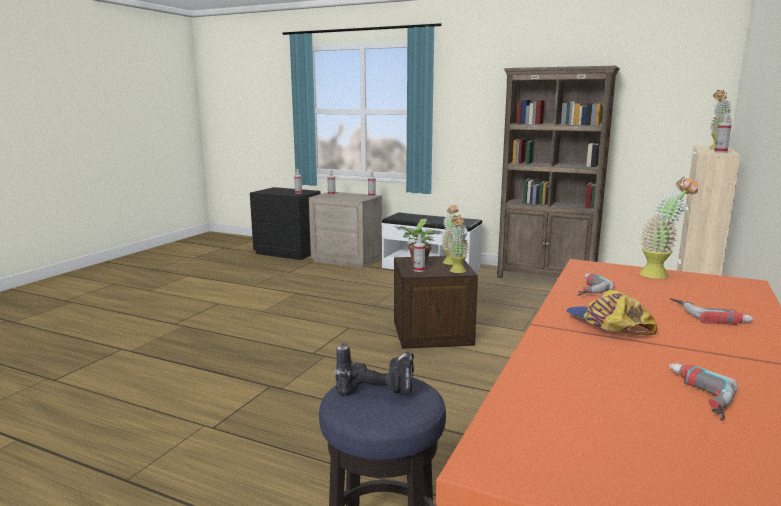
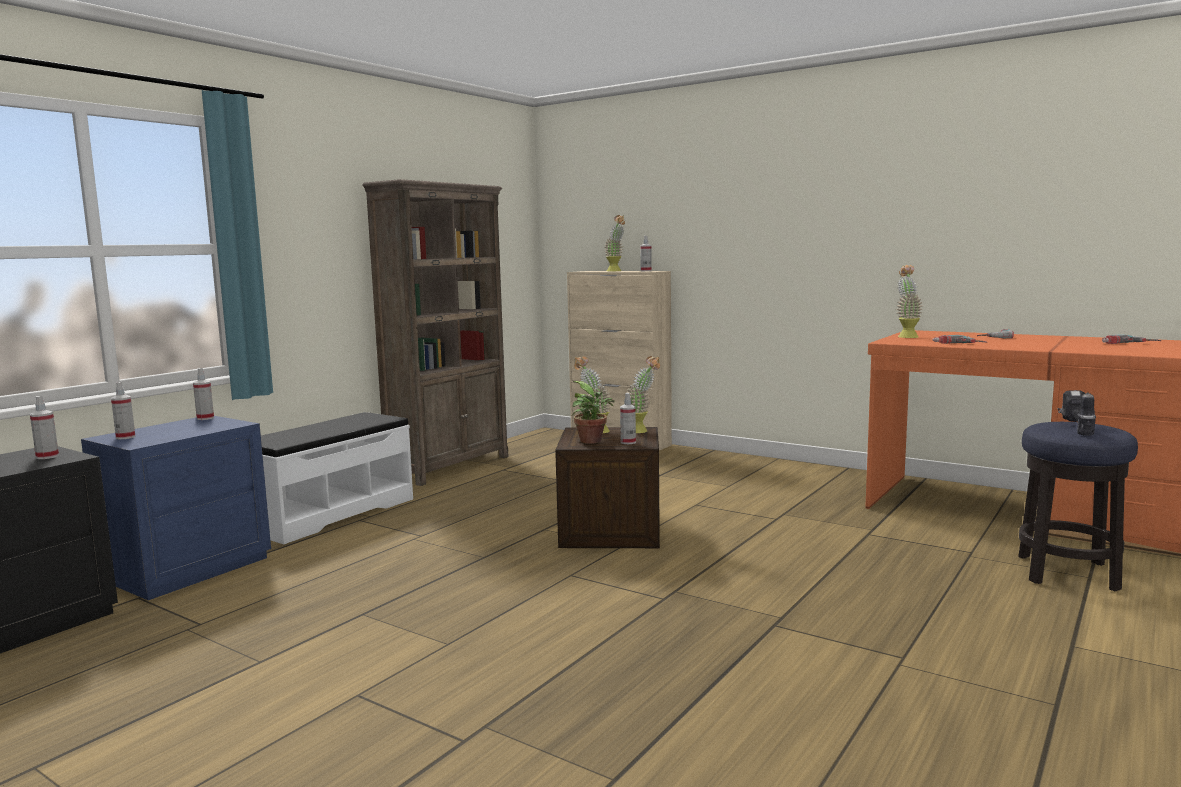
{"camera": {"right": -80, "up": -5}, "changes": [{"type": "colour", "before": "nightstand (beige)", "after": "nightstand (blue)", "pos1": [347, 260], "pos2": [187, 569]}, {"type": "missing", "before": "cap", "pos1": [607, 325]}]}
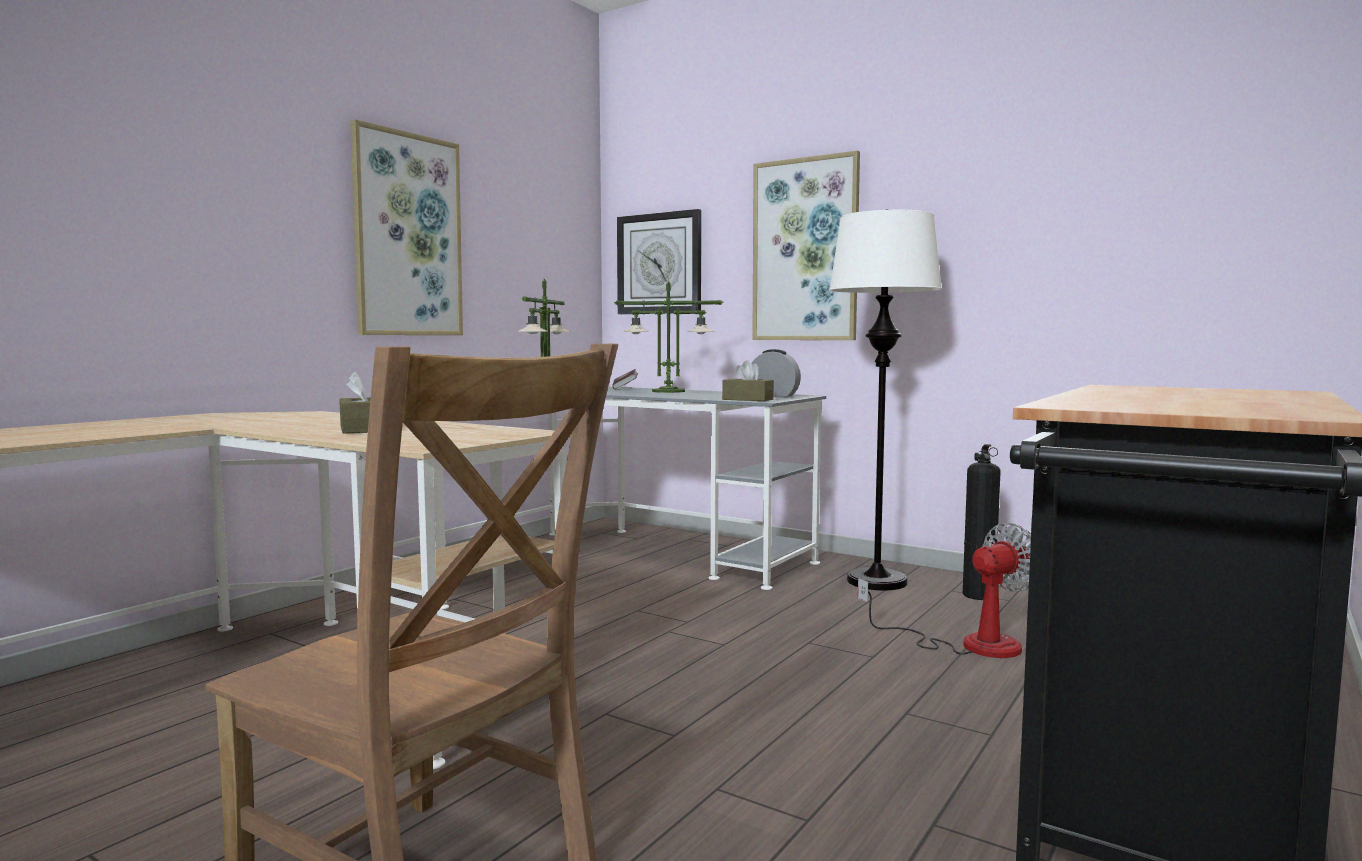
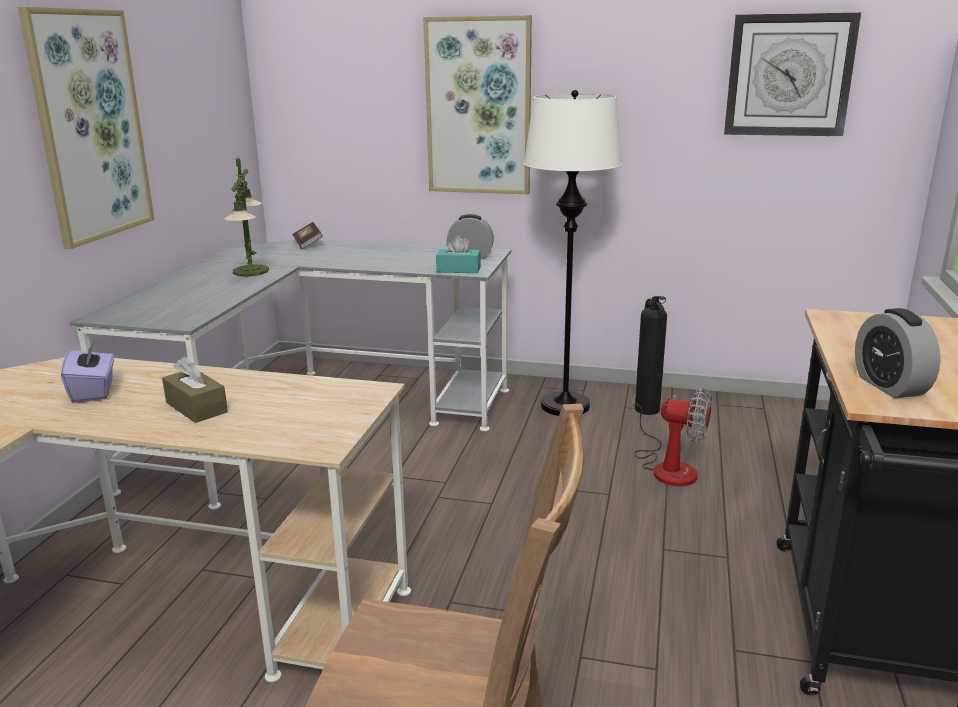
{"camera": {"right": -20, "up": 15}, "changes": [{"type": "relocated", "before": "wall clock", "pos1": [659, 264], "pos2": [789, 75]}, {"type": "missing", "before": "table lamp", "pos1": [667, 391]}, {"type": "colour", "before": "tissue box (brown)", "after": "tissue box (turquoise)", "pos1": [747, 399], "pos2": [458, 270]}, {"type": "spun", "before": "fan", "pos1": [969, 644], "pos2": [667, 467], "turn": 75}, {"type": "appeared", "after": "alarm clock", "pos2": [889, 386]}, {"type": "appeared", "after": "tissue box (purple)", "pos2": [94, 391]}]}
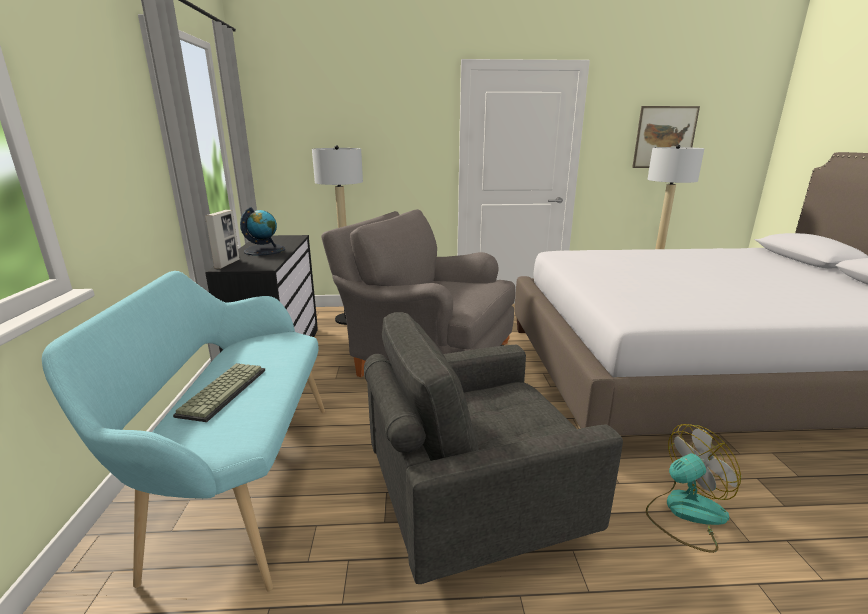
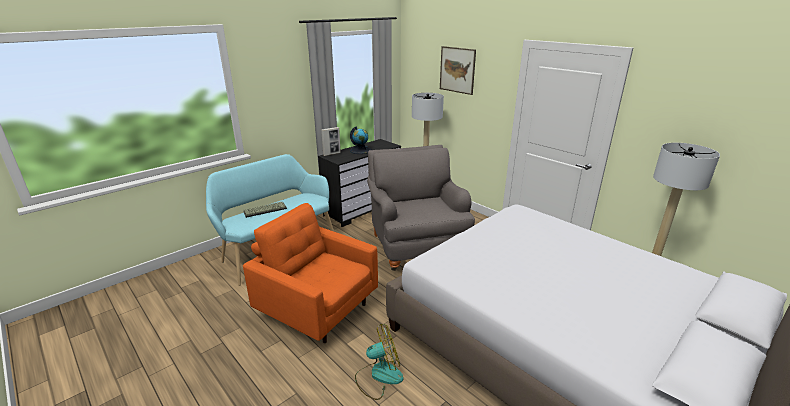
{"camera": {"right": 50, "up": 5}, "changes": [{"type": "relocated", "before": "picture", "pos1": [665, 137], "pos2": [457, 70]}, {"type": "colour", "before": "armchair (grey)", "after": "armchair (orange)", "pos1": [472, 506], "pos2": [317, 308]}, {"type": "spun", "before": "fan", "pos1": [685, 513], "pos2": [379, 376], "turn": -45}]}
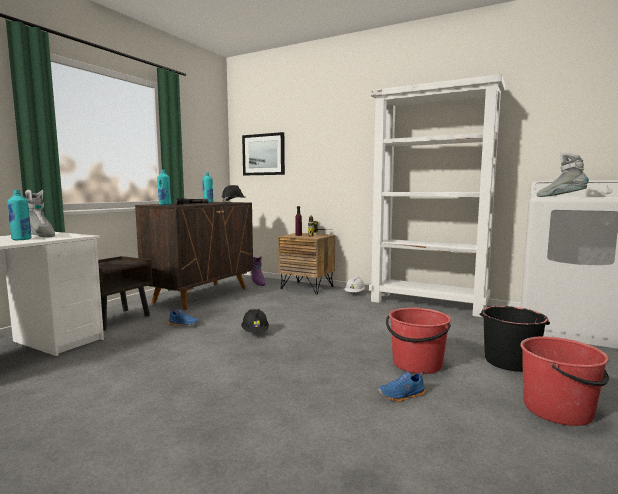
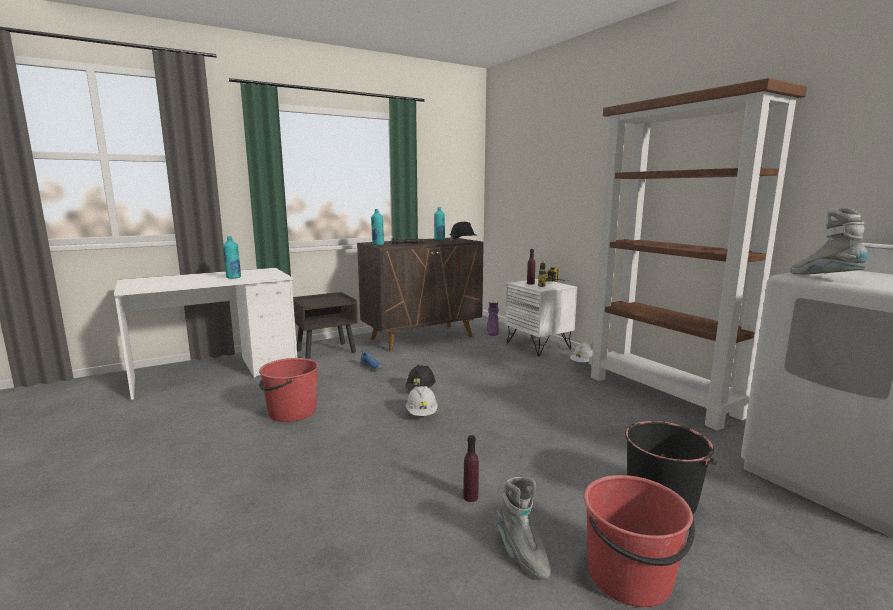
{"camera": {"right": 30, "up": 5}, "changes": [{"type": "colour", "before": "bookcase (white)", "after": "bookcase (brown)", "pos1": [428, 304], "pos2": [663, 396]}, {"type": "missing", "before": "picture", "pos1": [263, 154]}, {"type": "relocated", "before": "boot (grey)", "pos1": [39, 236], "pos2": [521, 554]}, {"type": "colour", "before": "nightstand (brown)", "after": "nightstand (white)", "pos1": [307, 288], "pos2": [538, 346]}, {"type": "relocated", "before": "bucket (red)", "pos1": [417, 364], "pos2": [291, 412]}, {"type": "exchanged", "before": "shoe (blue)", "after": "bottle (purple)", "pos1": [402, 396], "pos2": [470, 497]}, {"type": "appeared", "after": "hard hat (white)", "pos2": [422, 413]}]}
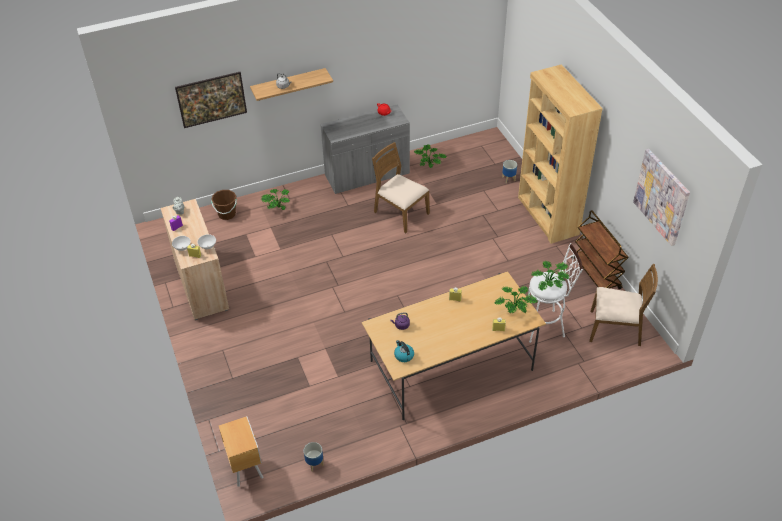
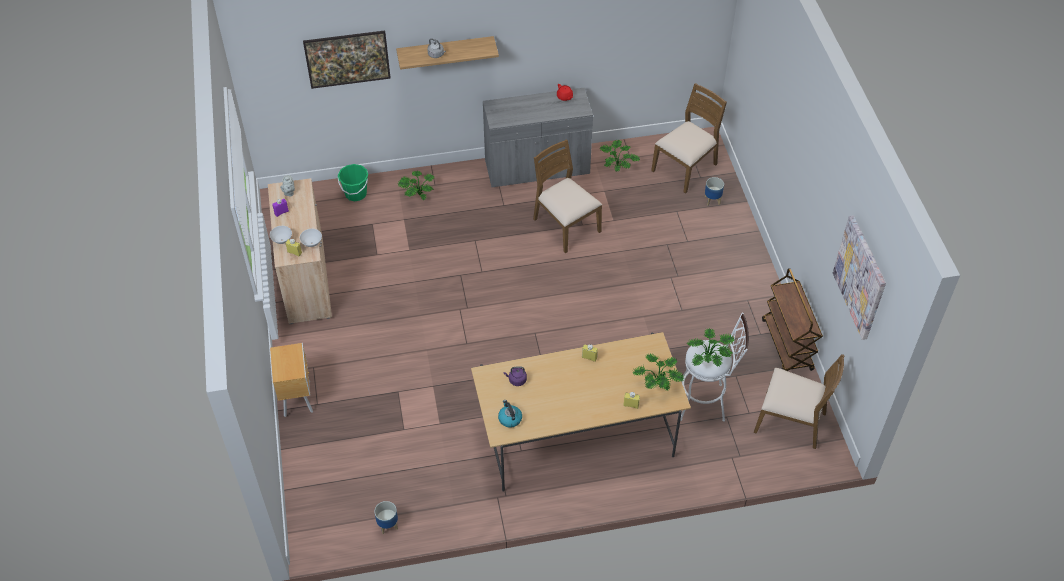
{"camera": {"right": 10, "up": 5}, "changes": [{"type": "missing", "before": "bookcase (brown)", "pos1": [547, 216]}, {"type": "colour", "before": "bucket (brown)", "after": "bucket (green)", "pos1": [227, 214], "pos2": [355, 194]}, {"type": "relocated", "before": "nightstand (brown)", "pos1": [246, 467], "pos2": [297, 398]}, {"type": "appeared", "after": "chair (brown)", "pos2": [685, 168]}]}
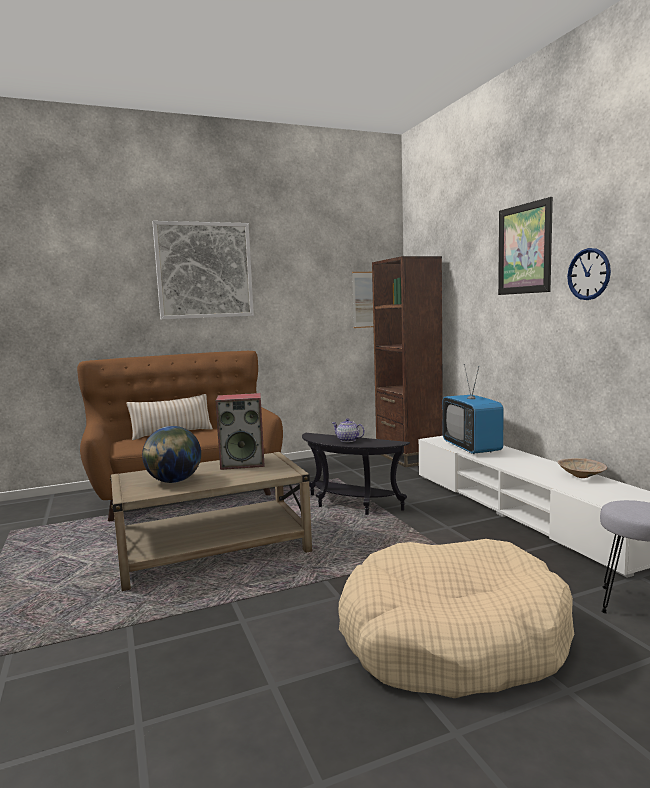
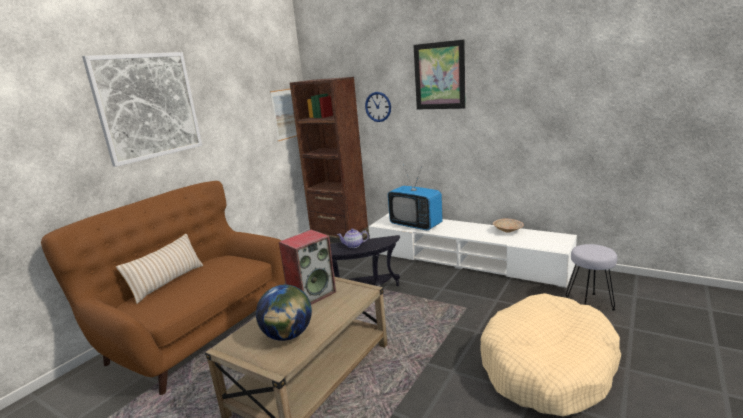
{"camera": {"right": -35, "up": 10}, "changes": [{"type": "relocated", "before": "wall clock", "pos1": [588, 274], "pos2": [378, 107]}]}
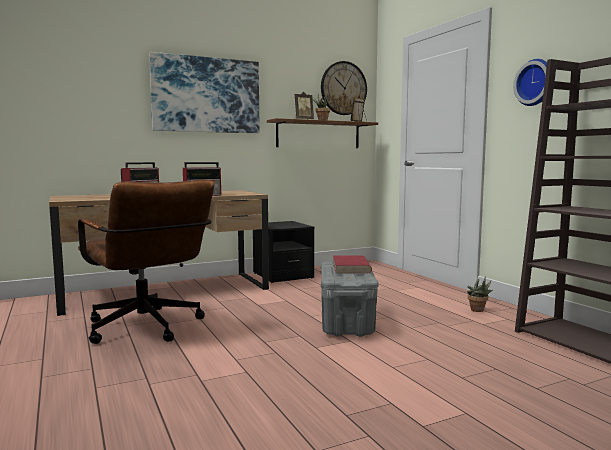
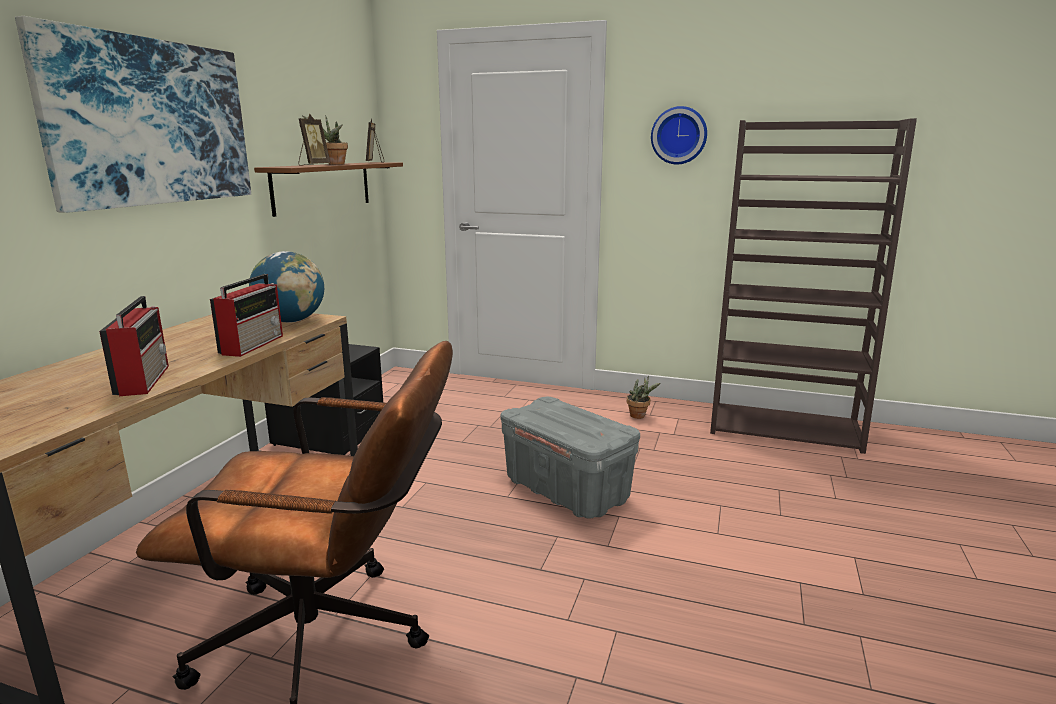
{"camera": {"right": -45, "up": 10}, "changes": [{"type": "missing", "before": "wall clock", "pos1": [343, 88]}, {"type": "missing", "before": "book (red)", "pos1": [351, 268]}, {"type": "appeared", "after": "globe", "pos2": [291, 321]}]}
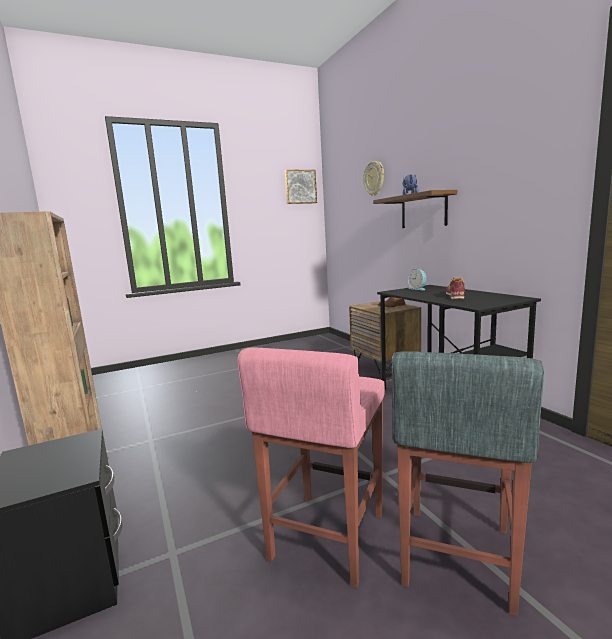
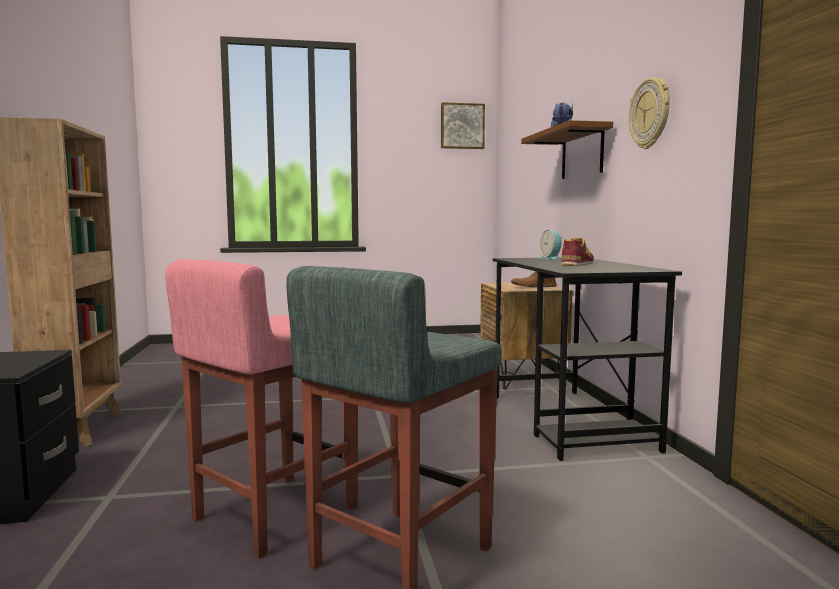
{"camera": {"right": 15, "up": -5}, "changes": [{"type": "relocated", "before": "wall clock", "pos1": [374, 178], "pos2": [650, 113]}]}
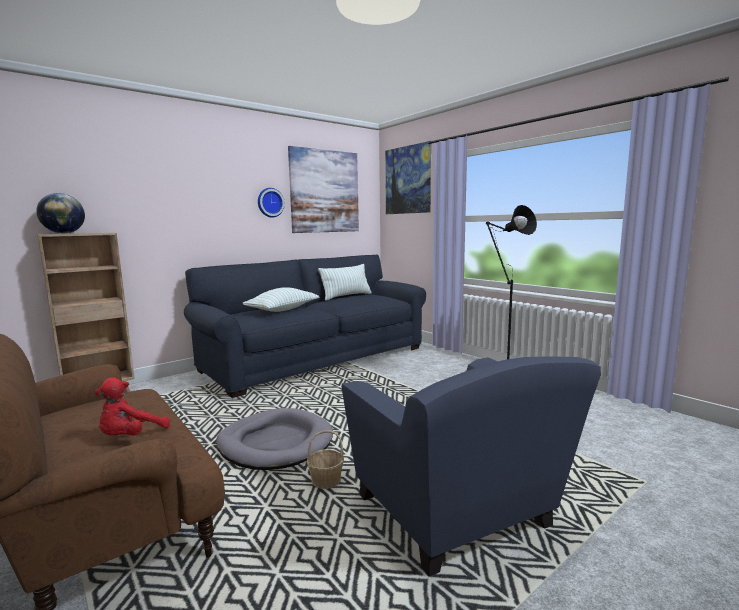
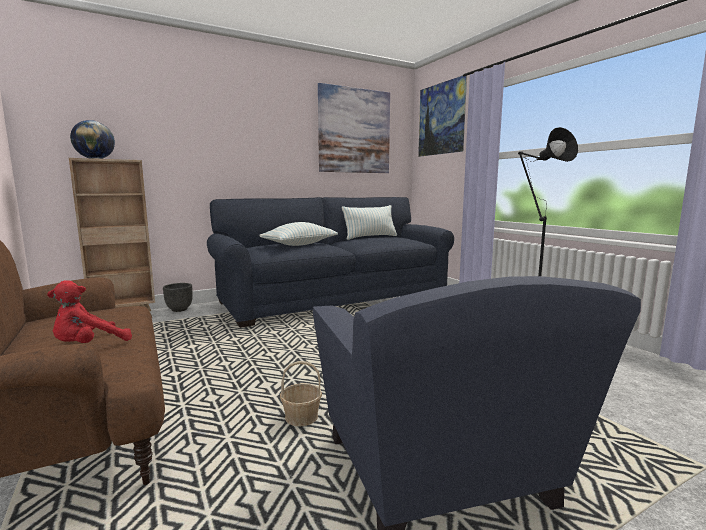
{"camera": {"right": 10, "up": 0}, "changes": [{"type": "missing", "before": "wall clock", "pos1": [270, 202]}, {"type": "missing", "before": "dog bed (grey)", "pos1": [275, 443]}, {"type": "appeared", "after": "planter (black)", "pos2": [179, 309]}]}
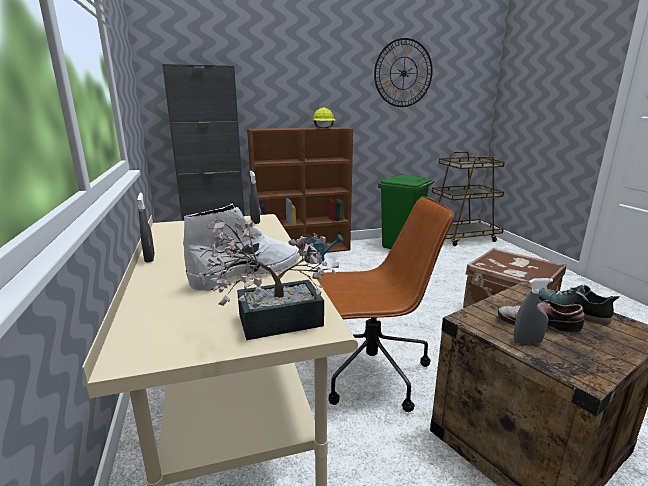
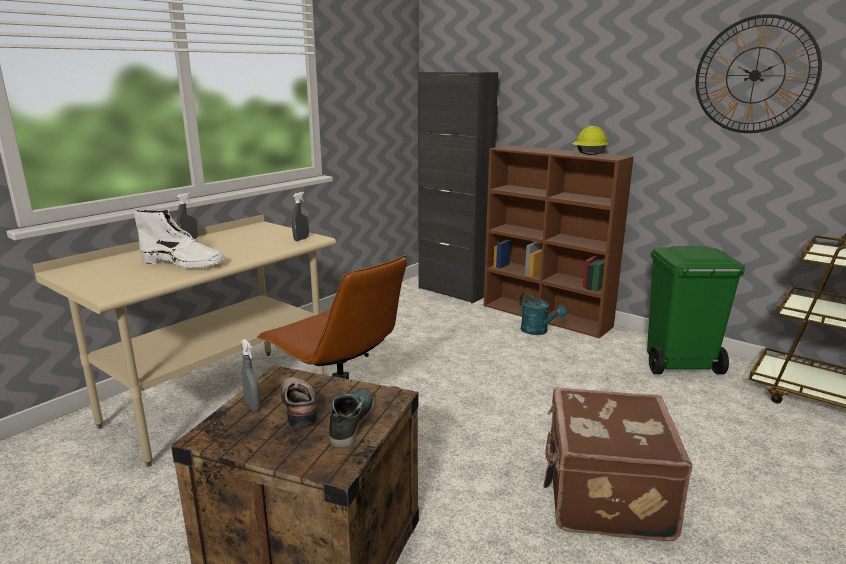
{"camera": {"right": 55, "up": 0}, "changes": [{"type": "missing", "before": "potted plant", "pos1": [269, 321]}]}
